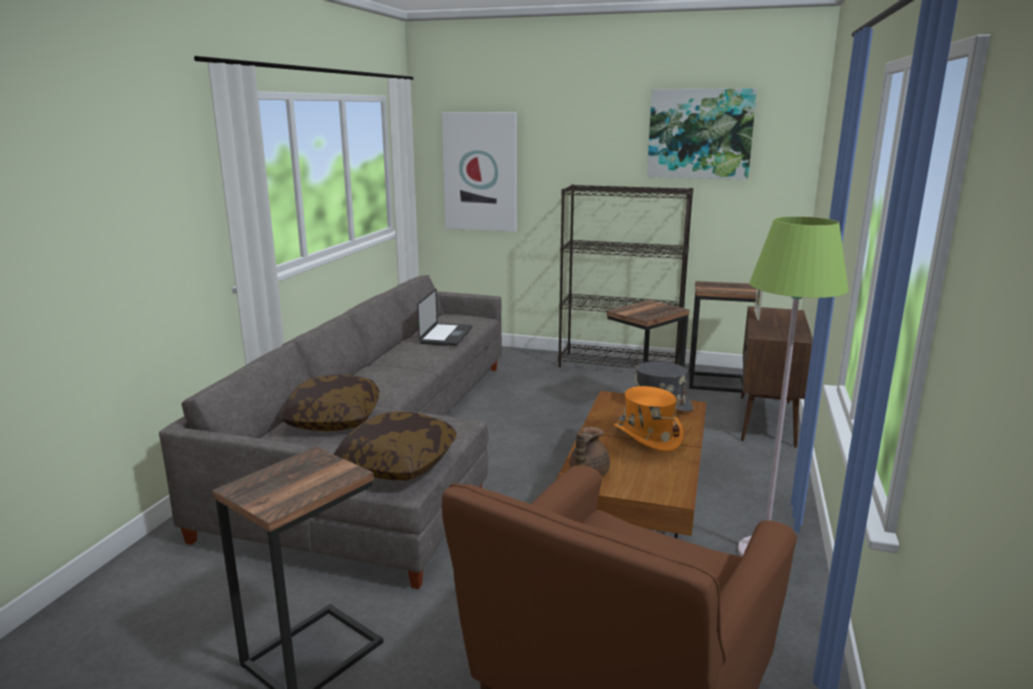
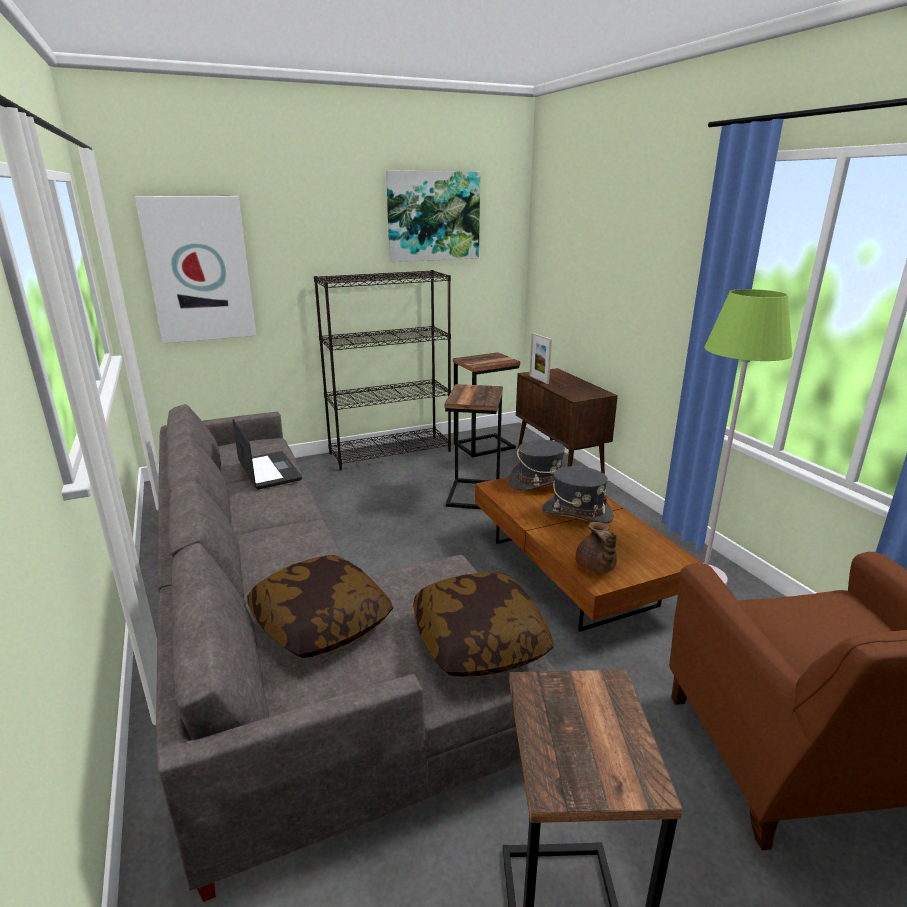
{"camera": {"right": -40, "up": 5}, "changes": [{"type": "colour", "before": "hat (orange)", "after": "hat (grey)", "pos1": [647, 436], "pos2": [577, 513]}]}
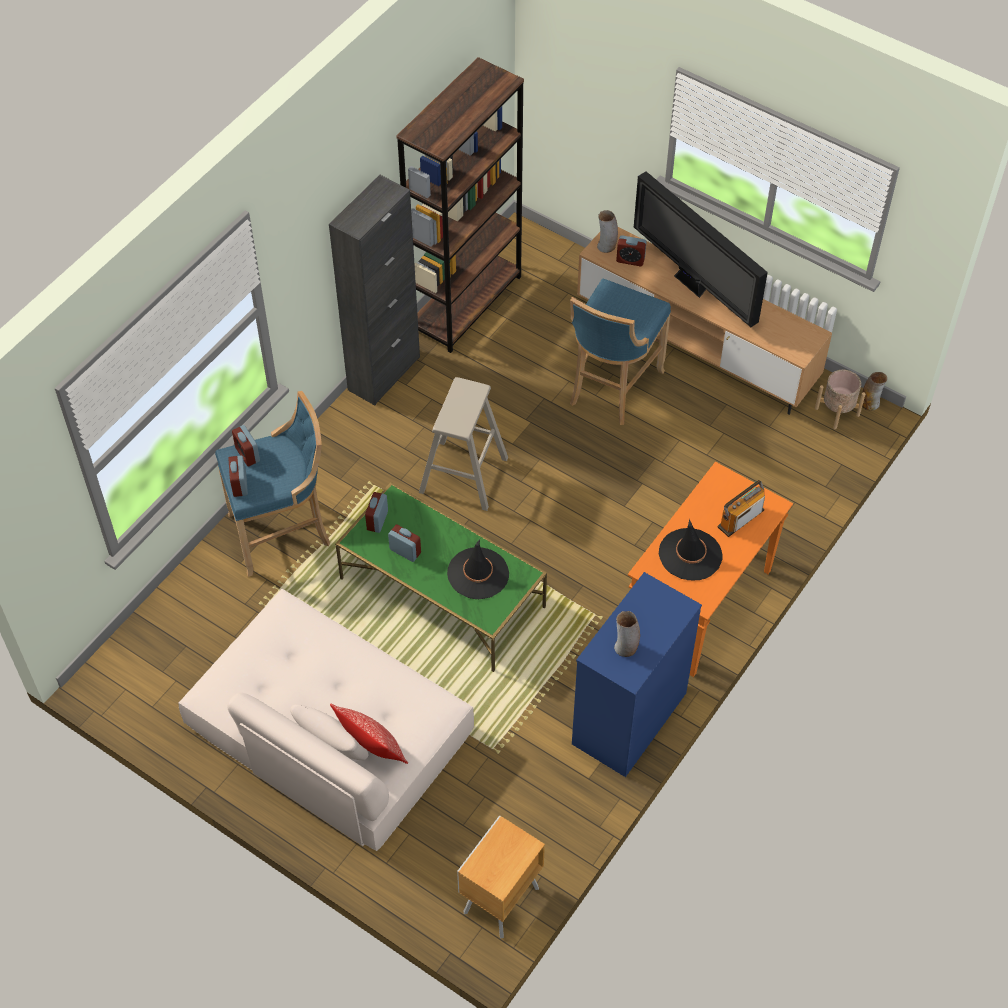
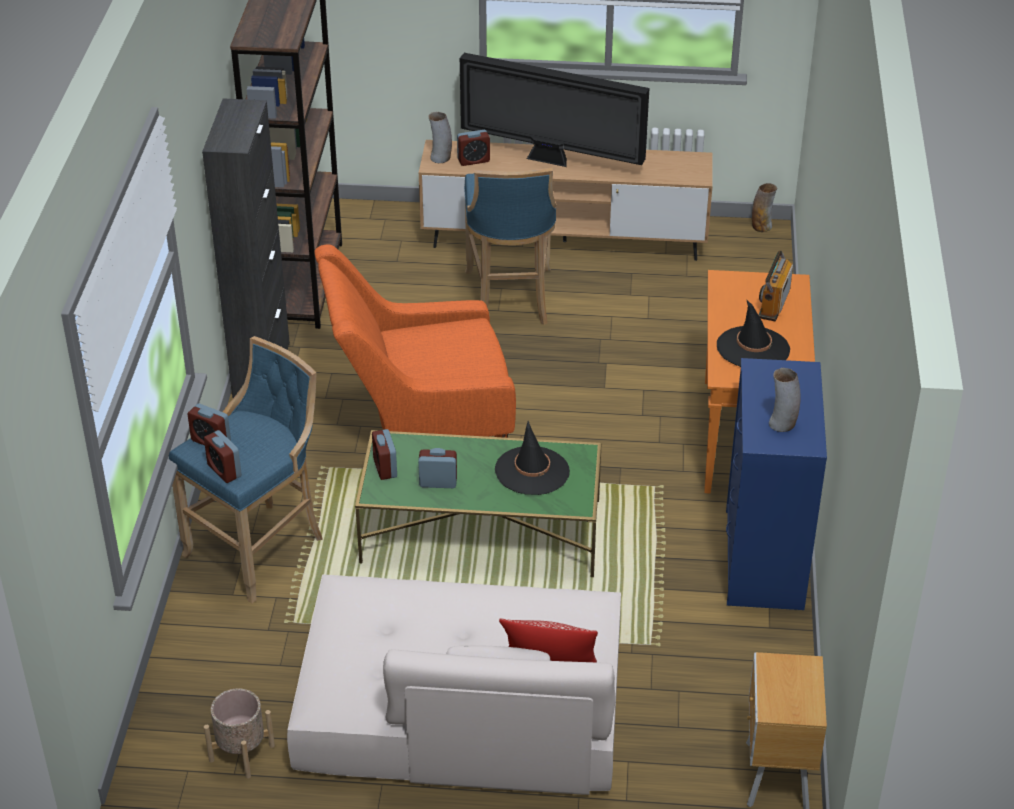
{"camera": {"right": -30, "up": -15}, "changes": [{"type": "relocated", "before": "planter (beige)", "pos1": [837, 412], "pos2": [242, 753]}, {"type": "exchanged", "before": "stool (beige)", "after": "armchair (orange)", "pos1": [463, 474], "pos2": [418, 423]}]}
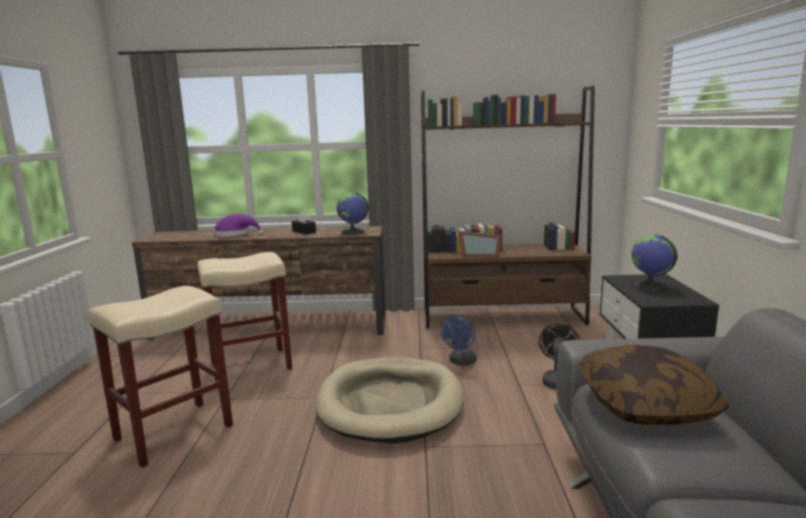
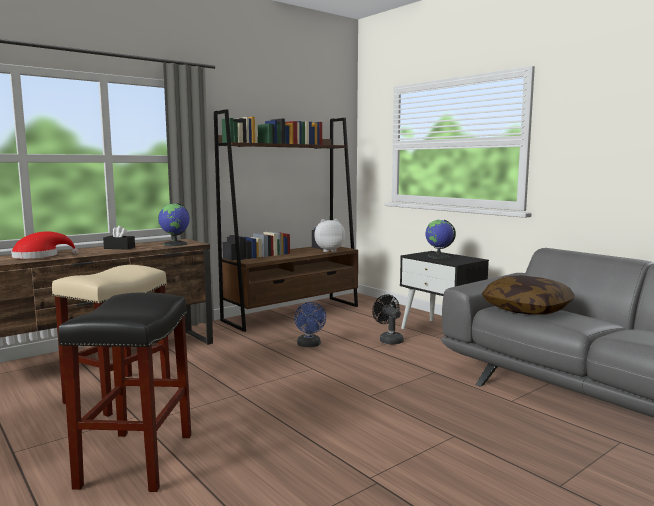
{"camera": {"right": -40, "up": -5}, "changes": [{"type": "colour", "before": "hat (purple)", "after": "hat (red)", "pos1": [235, 234], "pos2": [39, 256]}, {"type": "missing", "before": "picture frame", "pos1": [478, 255]}, {"type": "colour", "before": "stool (beige)", "after": "stool (black)", "pos1": [175, 431], "pos2": [136, 459]}, {"type": "missing", "before": "dog bed (beige)", "pos1": [390, 403]}, {"type": "appeared", "after": "plush toy", "pos2": [329, 250]}]}
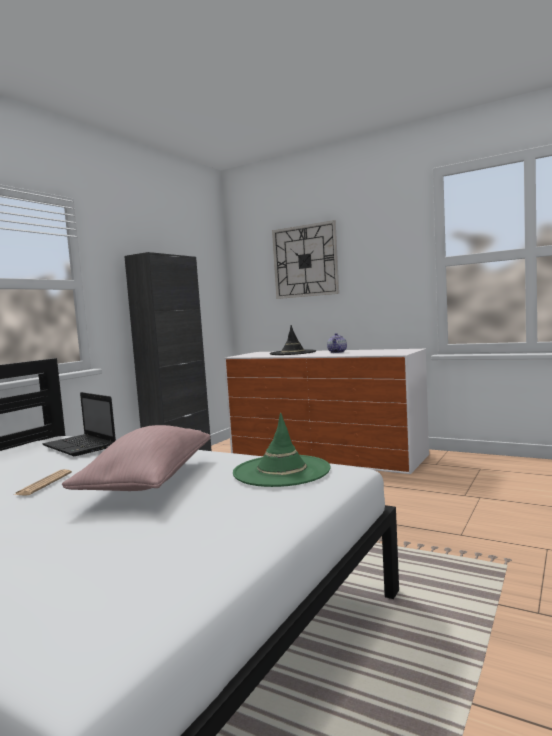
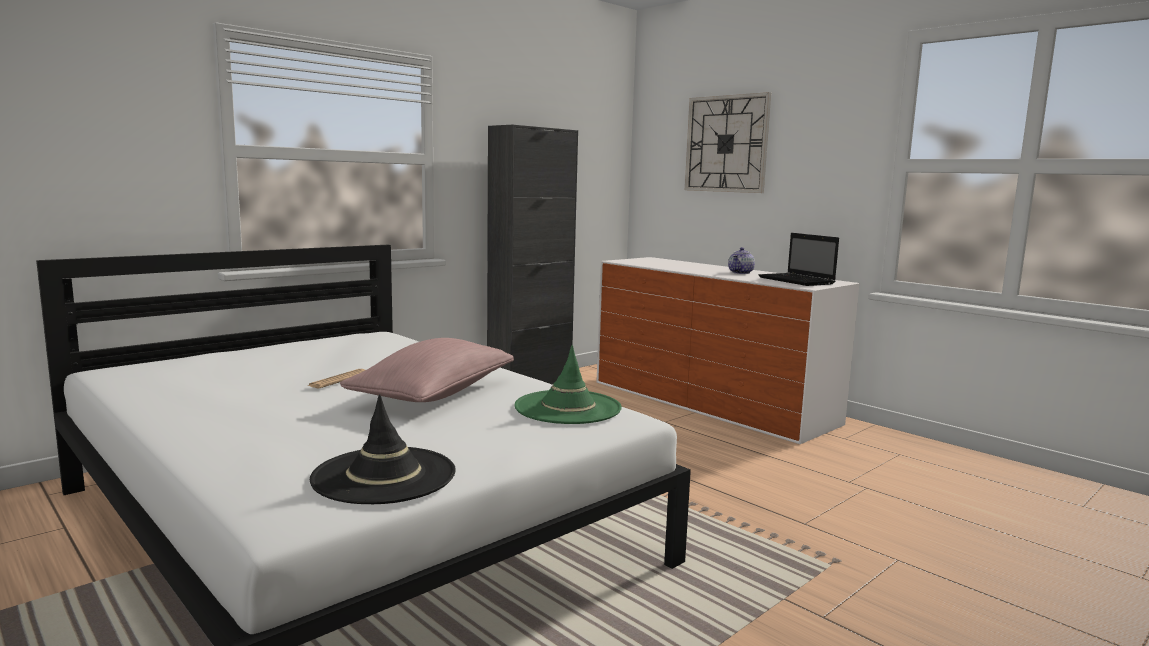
{"camera": {"right": 15, "up": 5}, "changes": [{"type": "relocated", "before": "hat (black)", "pos1": [293, 353], "pos2": [384, 476]}, {"type": "relocated", "before": "laptop", "pos1": [81, 446], "pos2": [797, 281]}]}
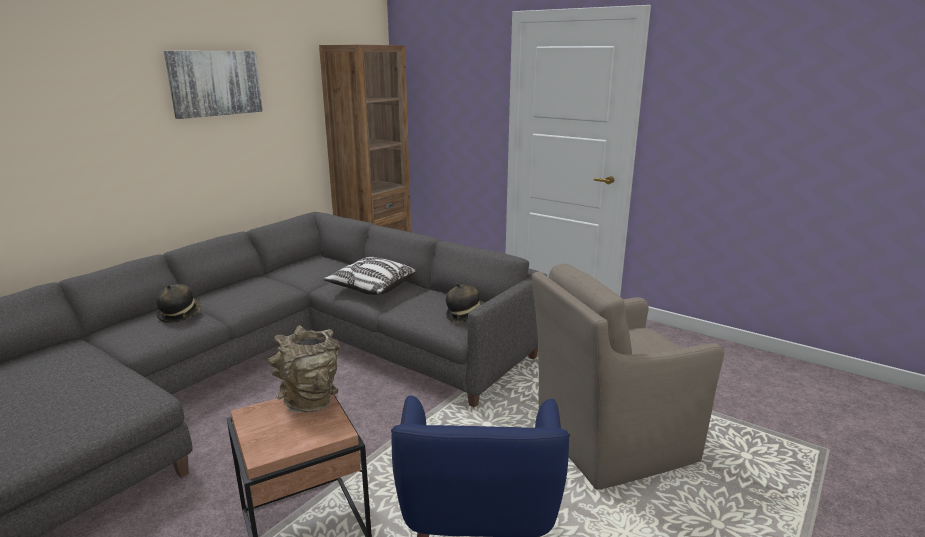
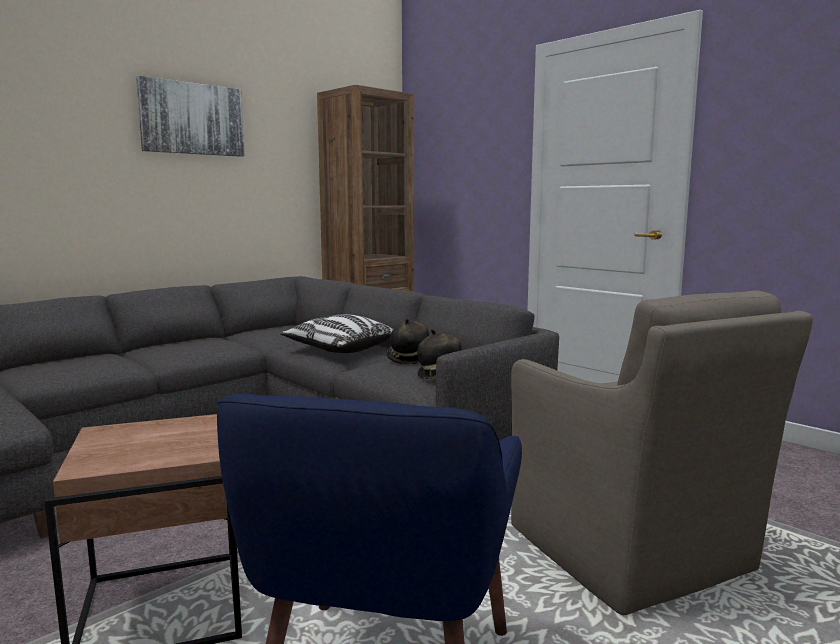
{"camera": {"right": 10, "up": -10}, "changes": [{"type": "spun", "before": "armchair (brown)", "pos1": [609, 441], "pos2": [632, 552], "turn": -105}, {"type": "relocated", "before": "hat", "pos1": [180, 315], "pos2": [410, 359]}, {"type": "missing", "before": "vase (brown)", "pos1": [311, 400]}]}
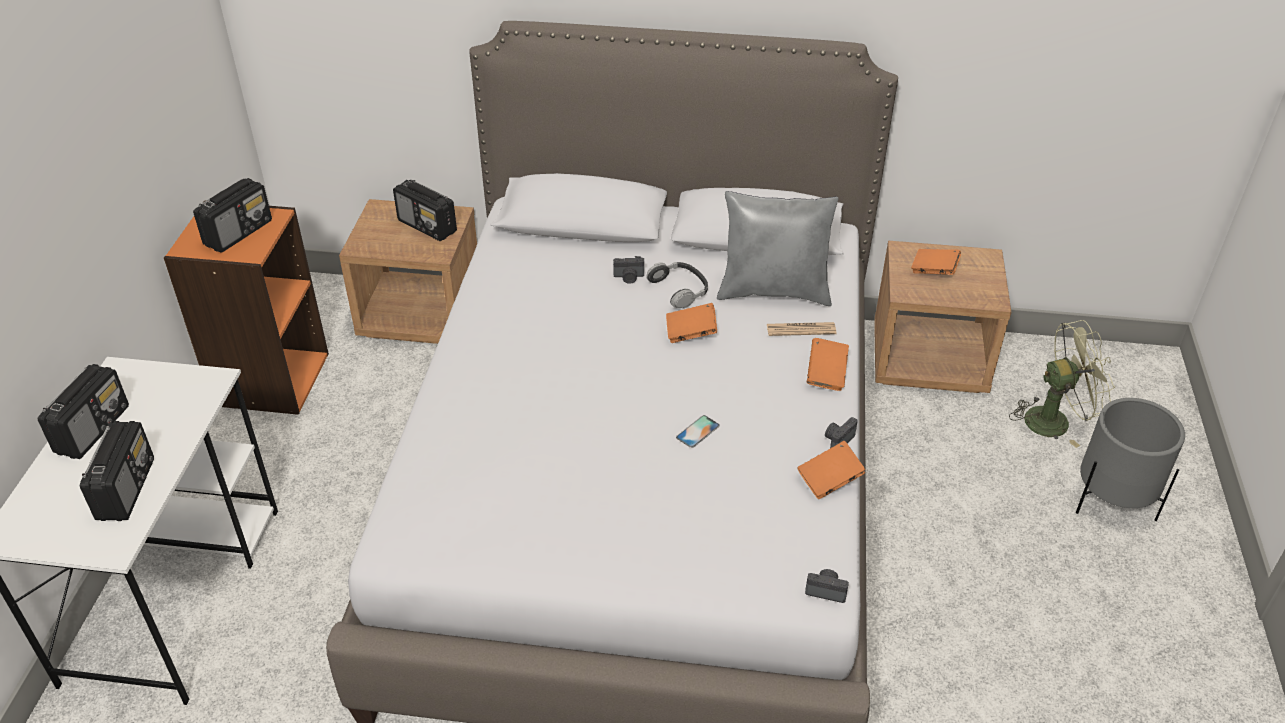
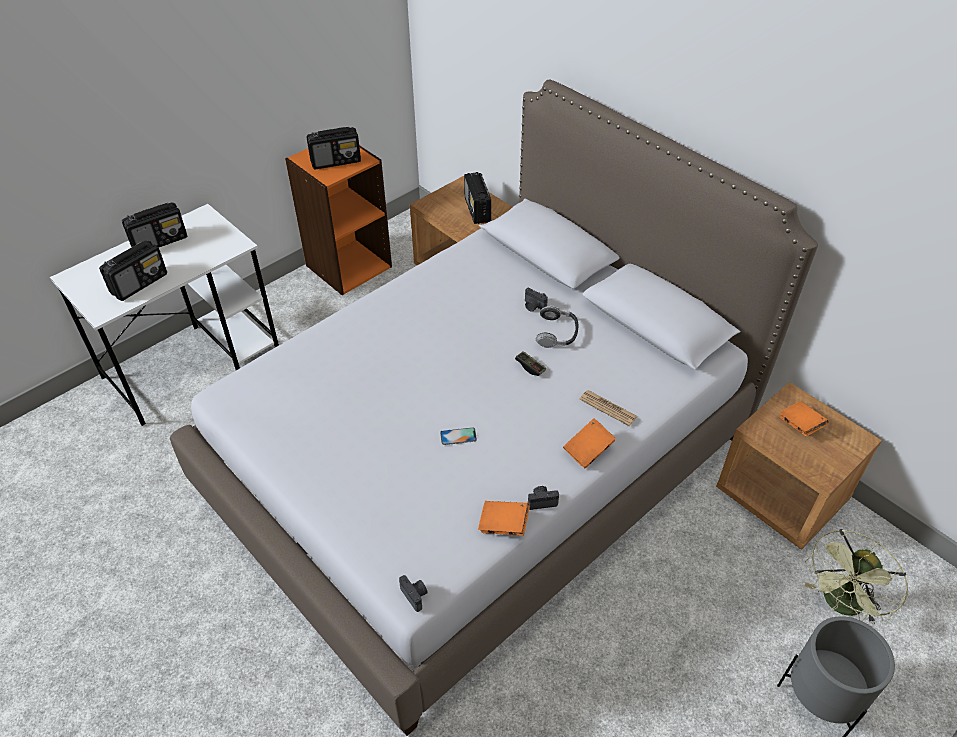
{"camera": {"right": 40, "up": 5}, "changes": [{"type": "missing", "before": "pillow (grey)", "pos1": [774, 291]}, {"type": "exchanged", "before": "book (orange)", "after": "game controller", "pos1": [691, 333], "pos2": [530, 367]}, {"type": "spun", "before": "fan (green)", "pos1": [1055, 420], "pos2": [840, 605], "turn": 105}]}
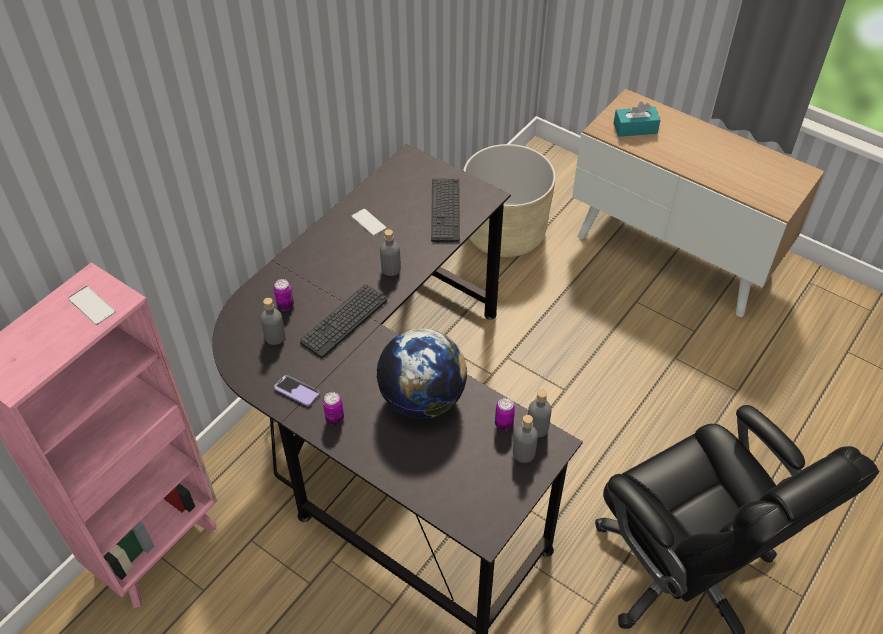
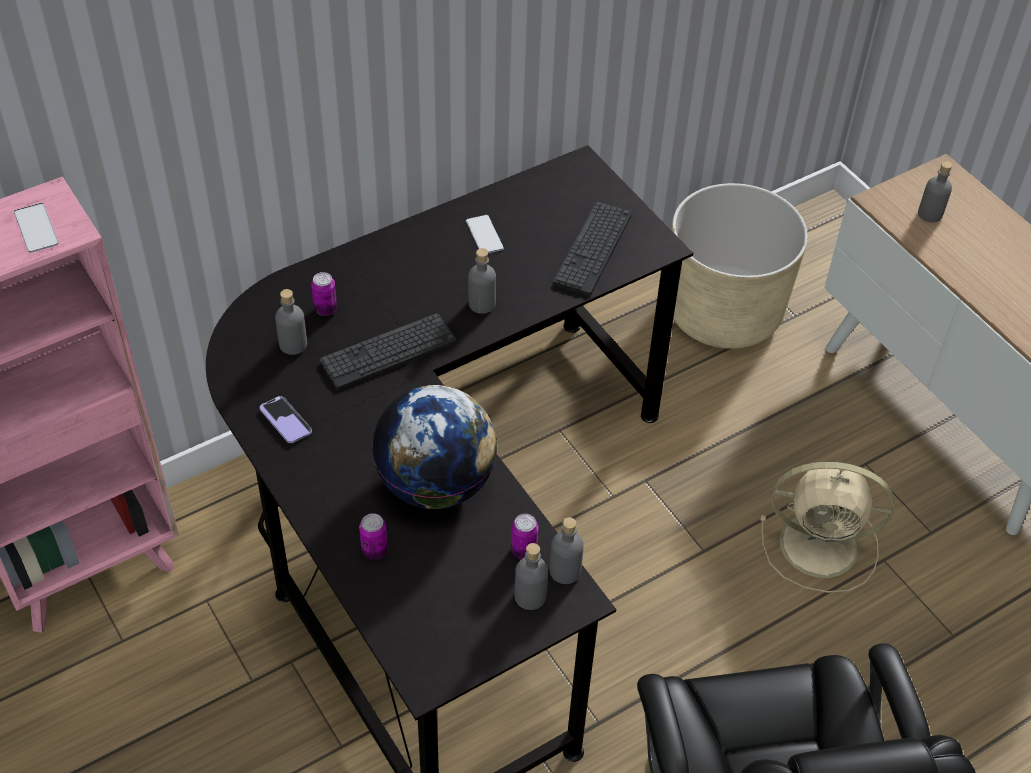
{"camera": {"right": 20, "up": 0}, "changes": [{"type": "exchanged", "before": "tissue box (turquoise)", "after": "bottle (grey)", "pos1": [635, 128], "pos2": [930, 214]}, {"type": "relocated", "before": "can", "pos1": [334, 418], "pos2": [374, 550]}, {"type": "appeared", "after": "fan (beige)", "pos2": [822, 545]}]}
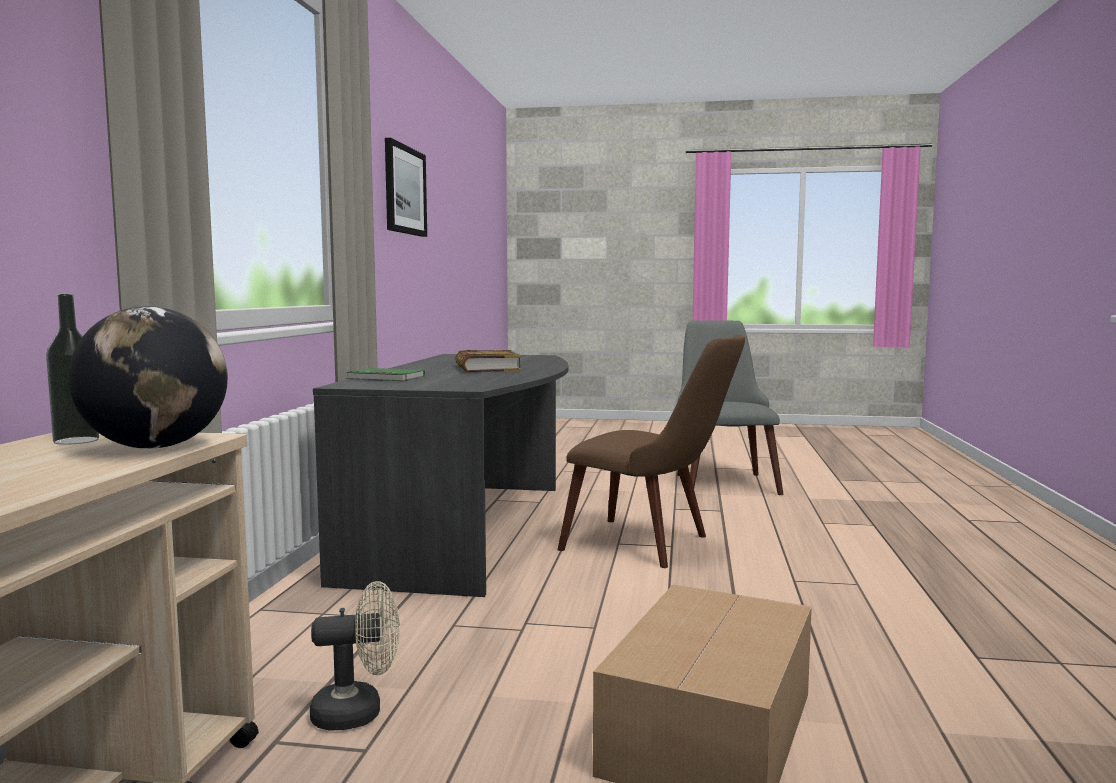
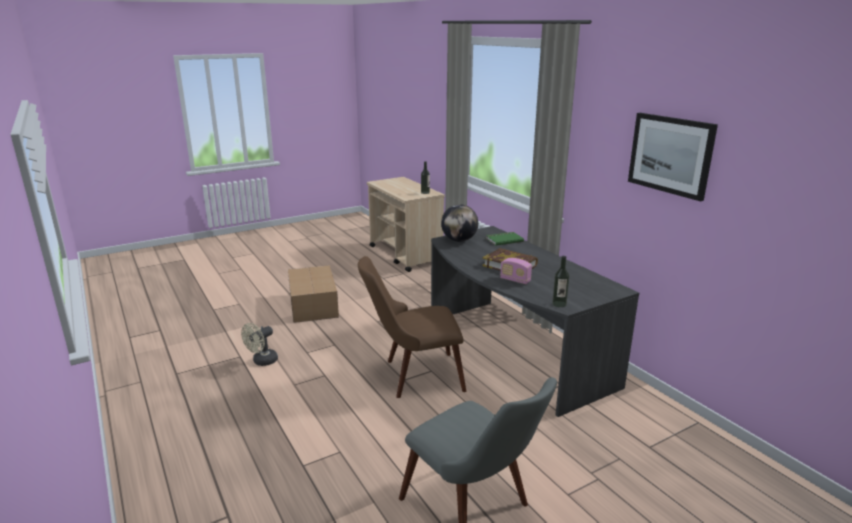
{"camera": {"right": 140, "up": 15}, "changes": [{"type": "relocated", "before": "globe", "pos1": [156, 447], "pos2": [459, 240]}, {"type": "relocated", "before": "fan (beige)", "pos1": [358, 712], "pos2": [262, 362]}, {"type": "appeared", "after": "bottle", "pos2": [559, 304]}, {"type": "appeared", "after": "radio", "pos2": [515, 280]}]}
